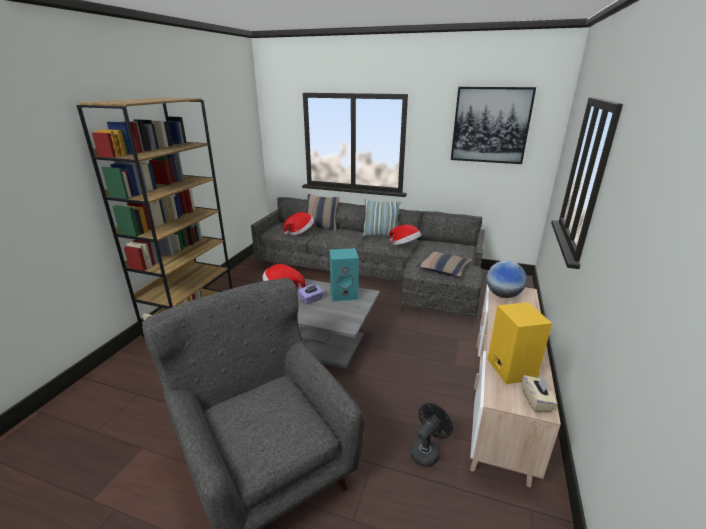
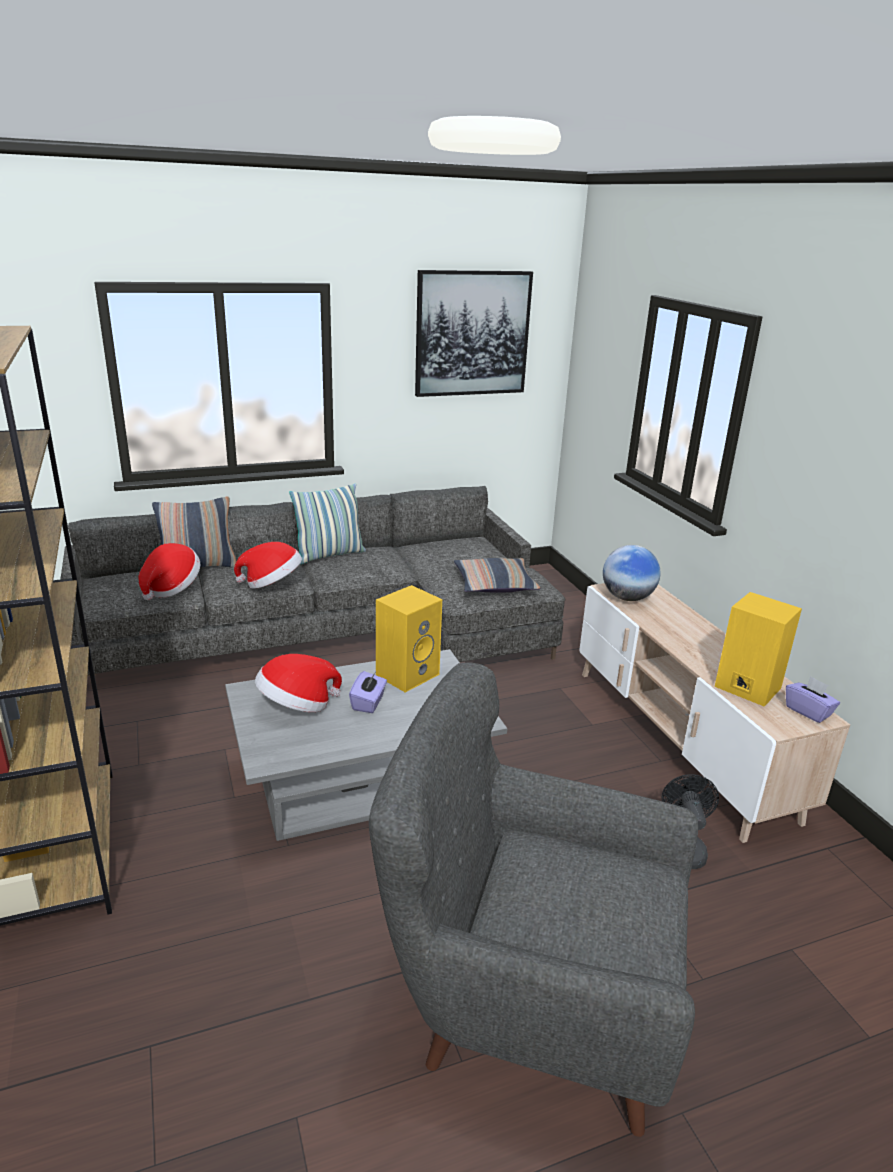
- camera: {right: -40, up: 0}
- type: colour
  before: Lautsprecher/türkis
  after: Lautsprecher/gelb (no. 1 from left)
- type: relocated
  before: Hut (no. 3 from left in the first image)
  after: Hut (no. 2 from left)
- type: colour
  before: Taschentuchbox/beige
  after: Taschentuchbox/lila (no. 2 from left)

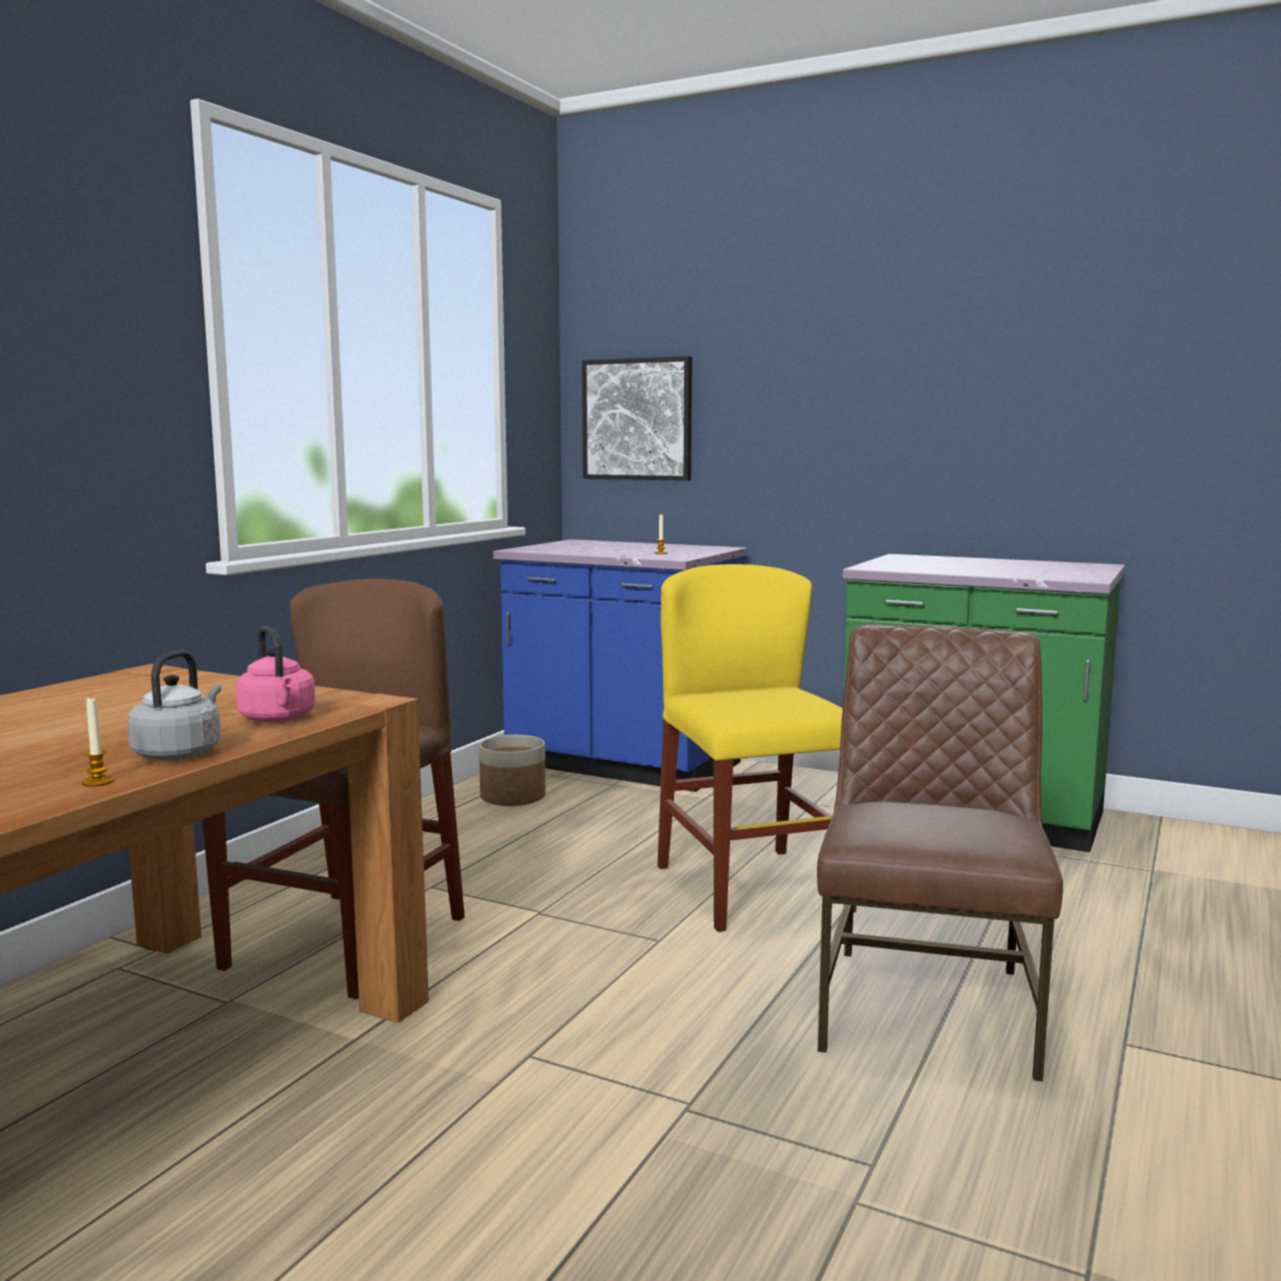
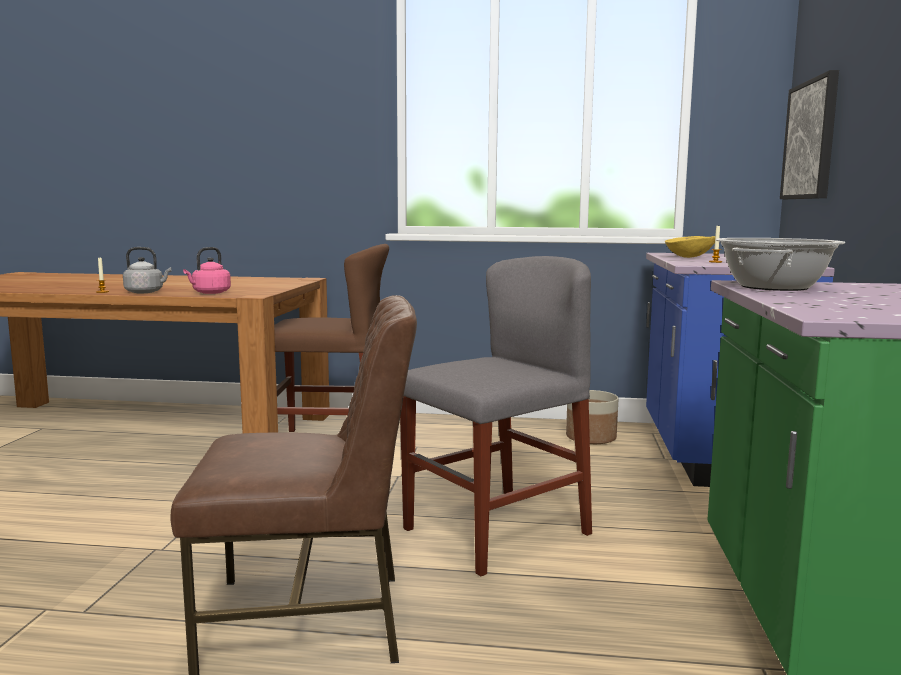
- camera: {right: 70, up: 0}
- type: colour
  before: Stuhl/gelb
  after: Stuhl/grau
- type: appeared
  after: Schüssel/gelb
- type: appeared
  after: Kochtopf

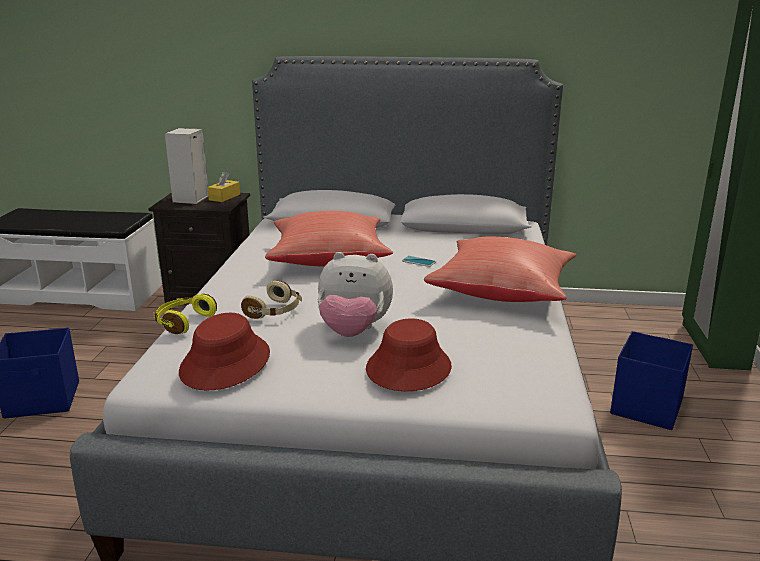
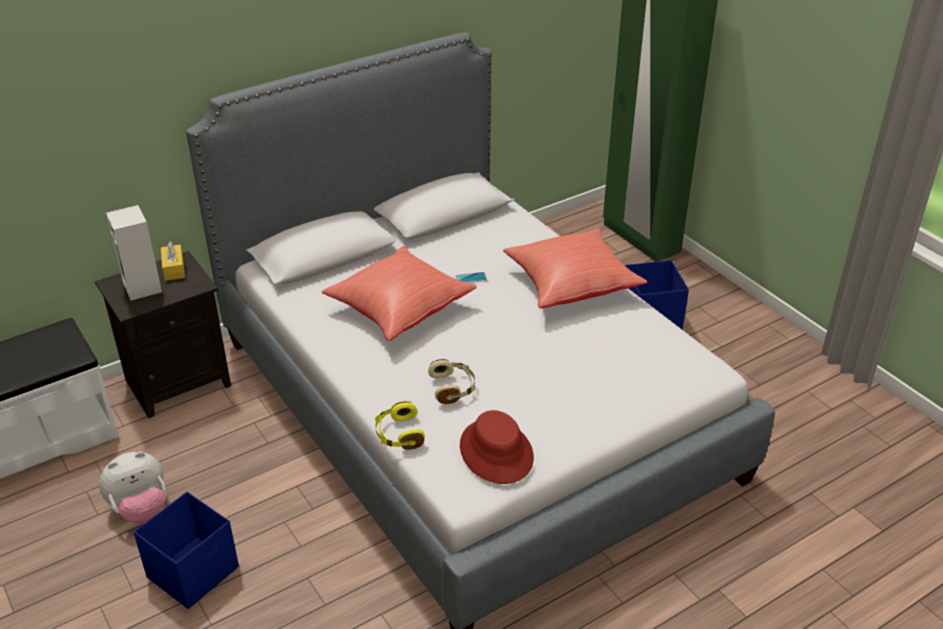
- camera: {right: -40, up: 15}
- type: relocated
  before: Plüschtier
- type: missing
  before: Hut/rot (no. 2 from left)

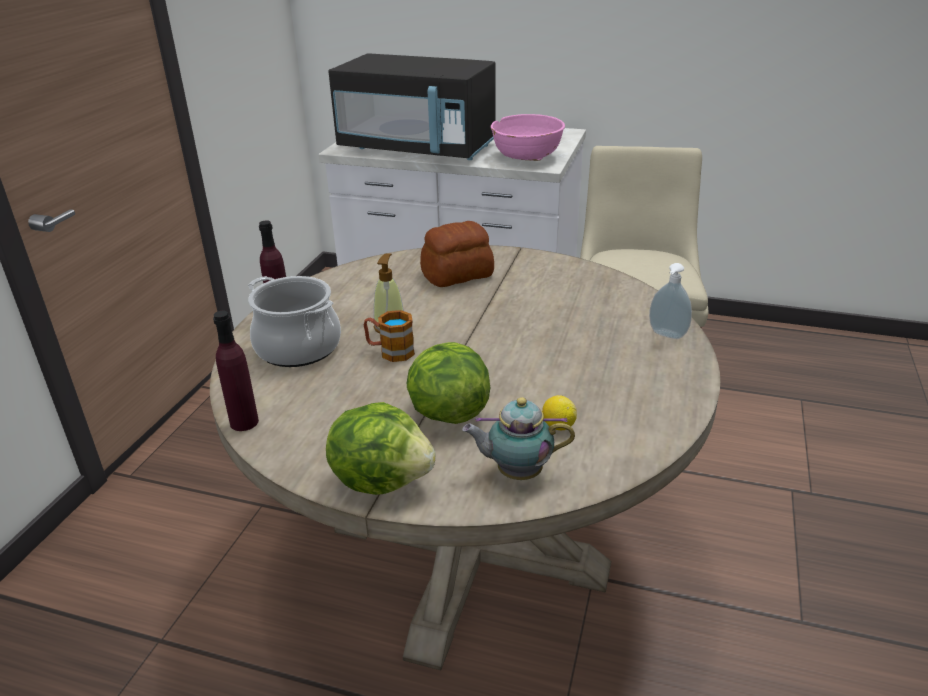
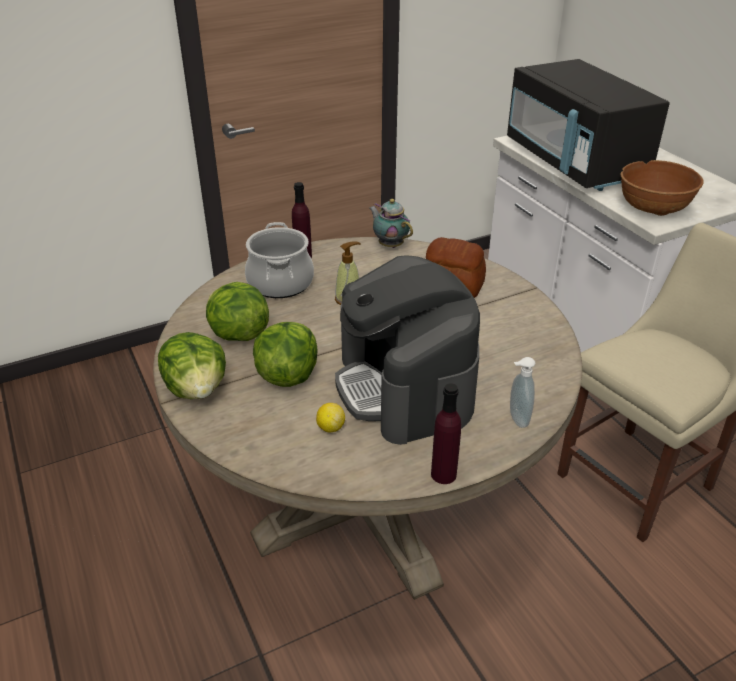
- camera: {right: 45, up: 5}
- type: relocated
  before: Flasche/lila (no. 1 from left in the first image)
  after: Flasche/lila (no. 2 from left)
- type: missing
  before: Henkelbecher
- type: relocated
  before: Teekanne
- type: colour
  before: Schüssel/rosa
  after: Schüssel/braun
- type: appeared
  after: Salatkopf (no. 2 from left)
- type: appeared
  after: Kaffeemaschine

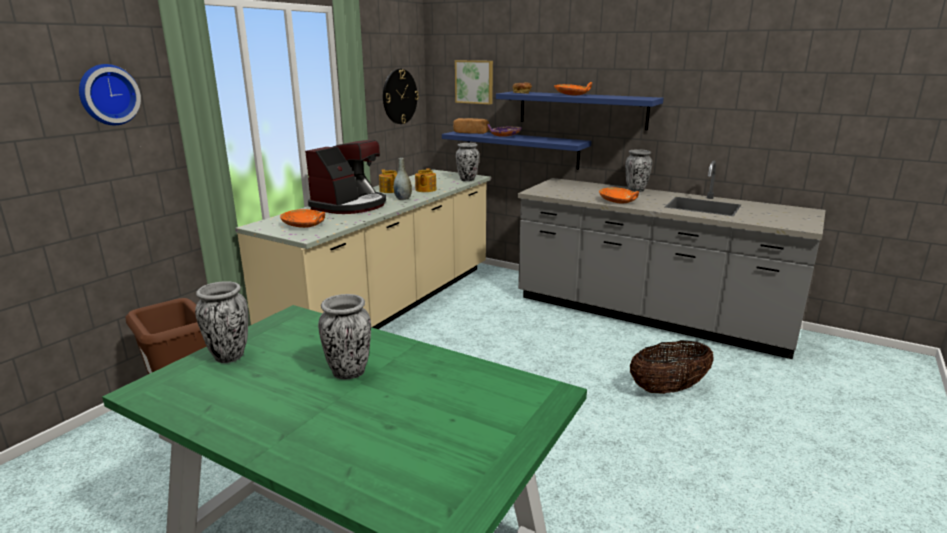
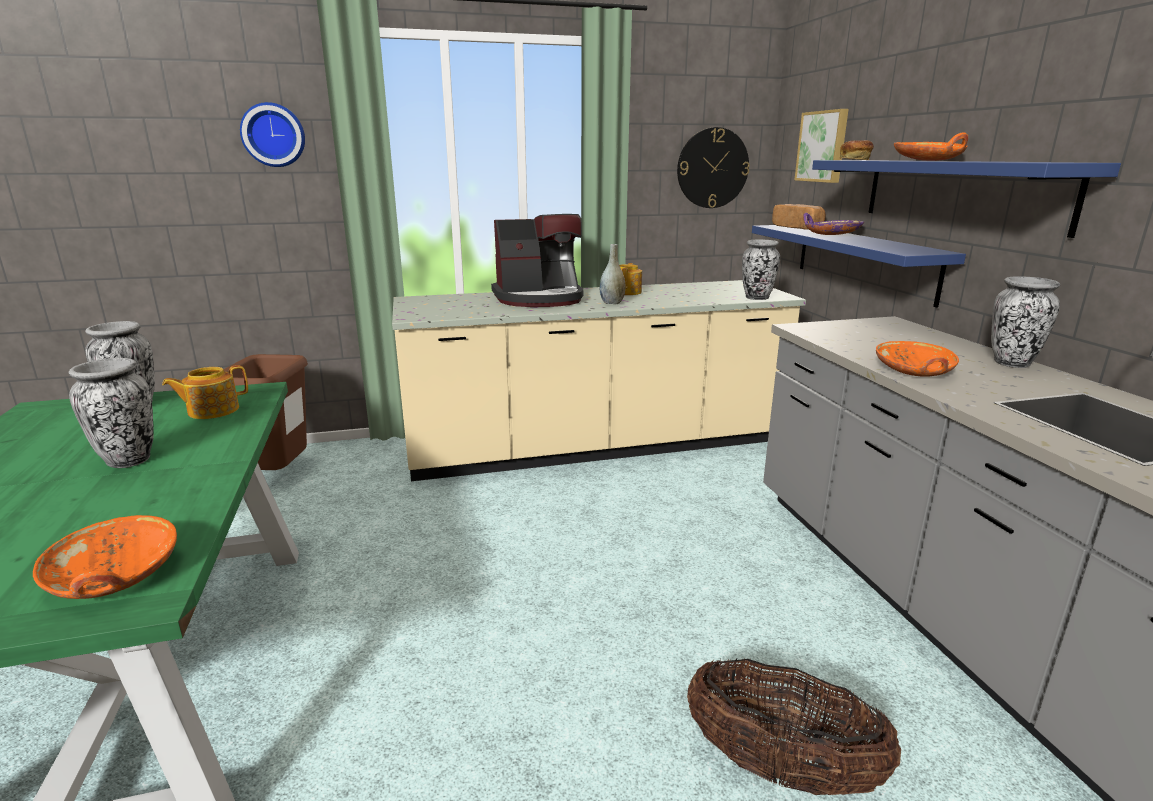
- camera: {right: 45, up: 0}
- type: relocated
  before: Schüssel/orange (no. 1 from left)
- type: relocated
  before: Teekanne (no. 2 from left in the first image)
  after: Teekanne (no. 1 from left)

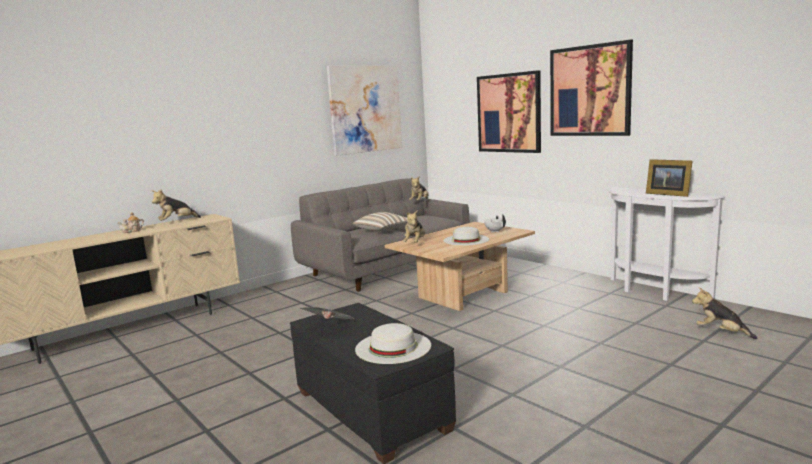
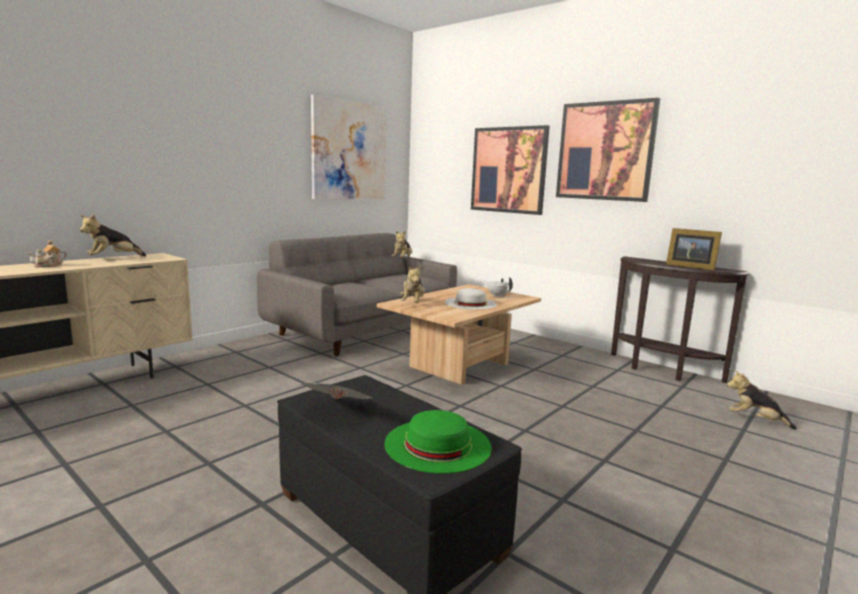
- camera: {right: -10, up: 0}
- type: missing
  before: Kissen
- type: colour
  before: Hut/weiß (no. 1 from left)
  after: Hut/grün
- type: colour
  before: Konsolentisch/weiß
  after: Konsolentisch/braun

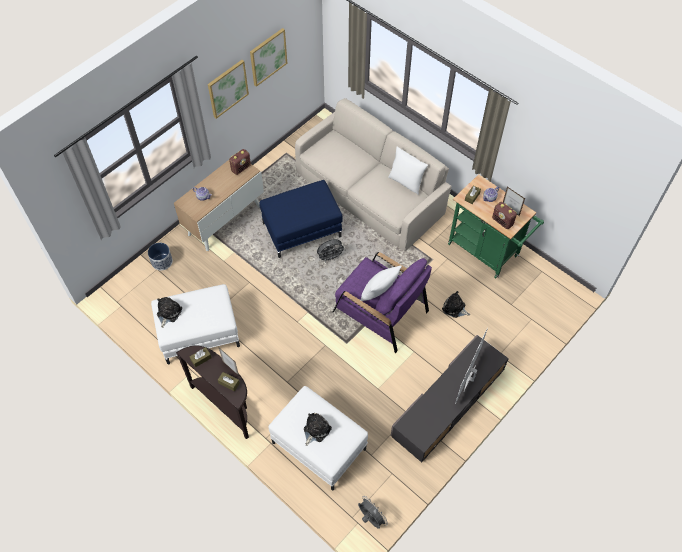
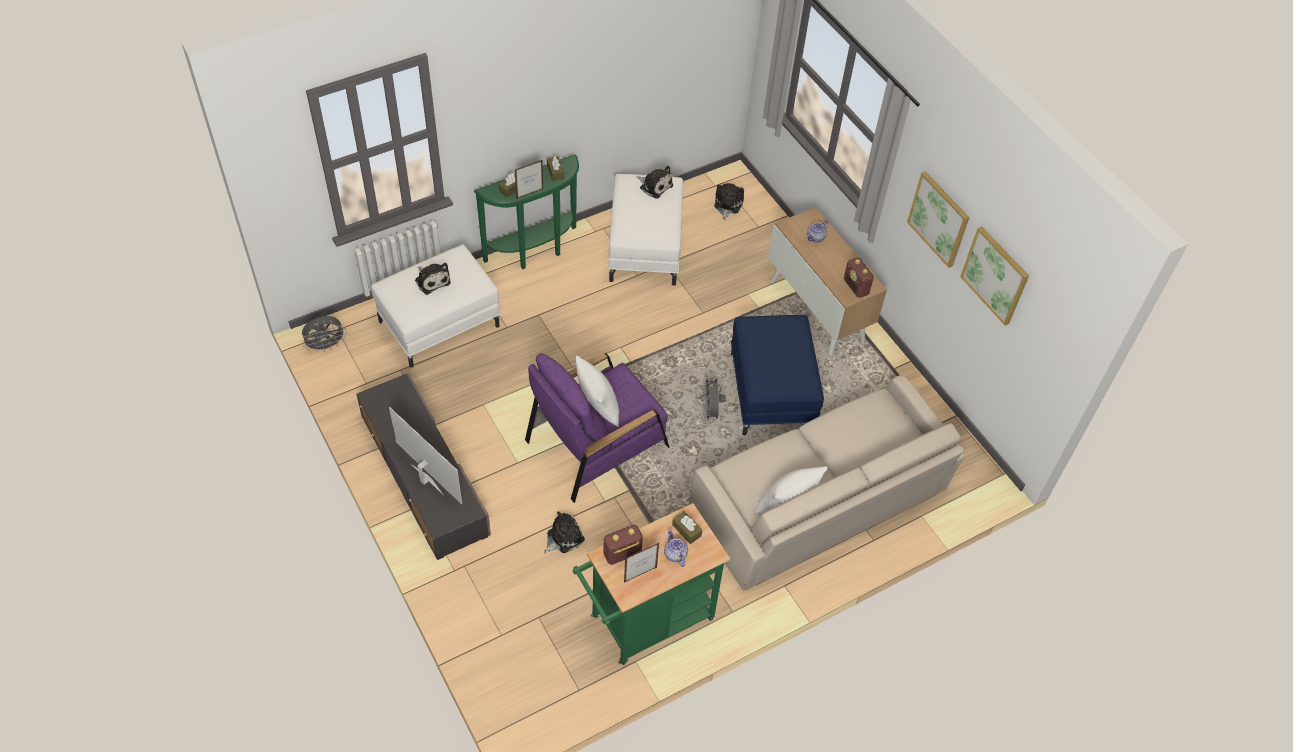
- camera: {right: 105, up: -5}
- type: missing
  before: Pflanzkübel
- type: colour
  before: Konsolentisch/braun
  after: Konsolentisch/grün
- type: appeared
  after: Plüschtier (no. 4 from left)

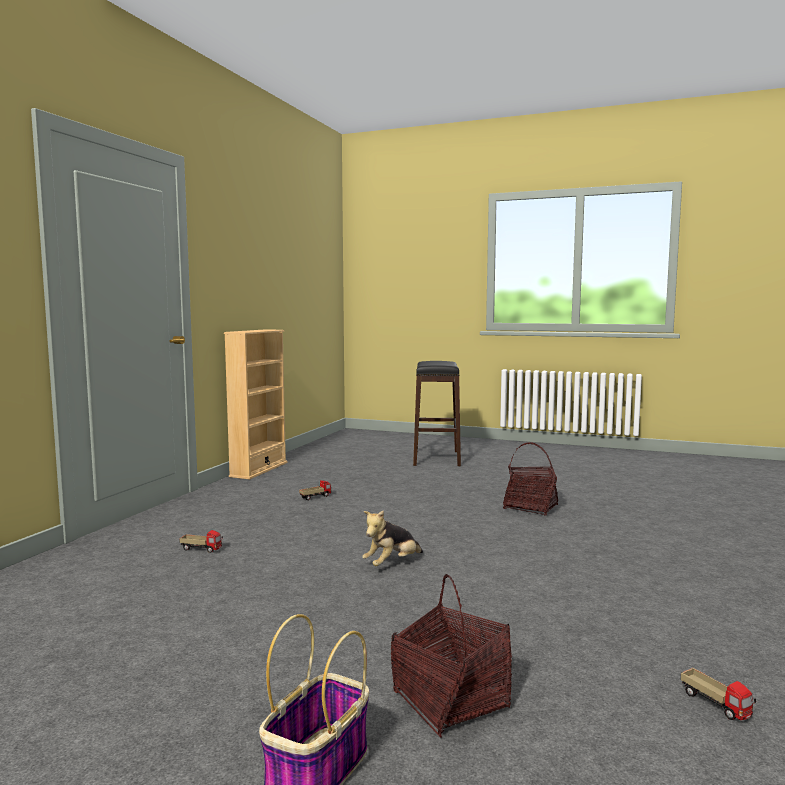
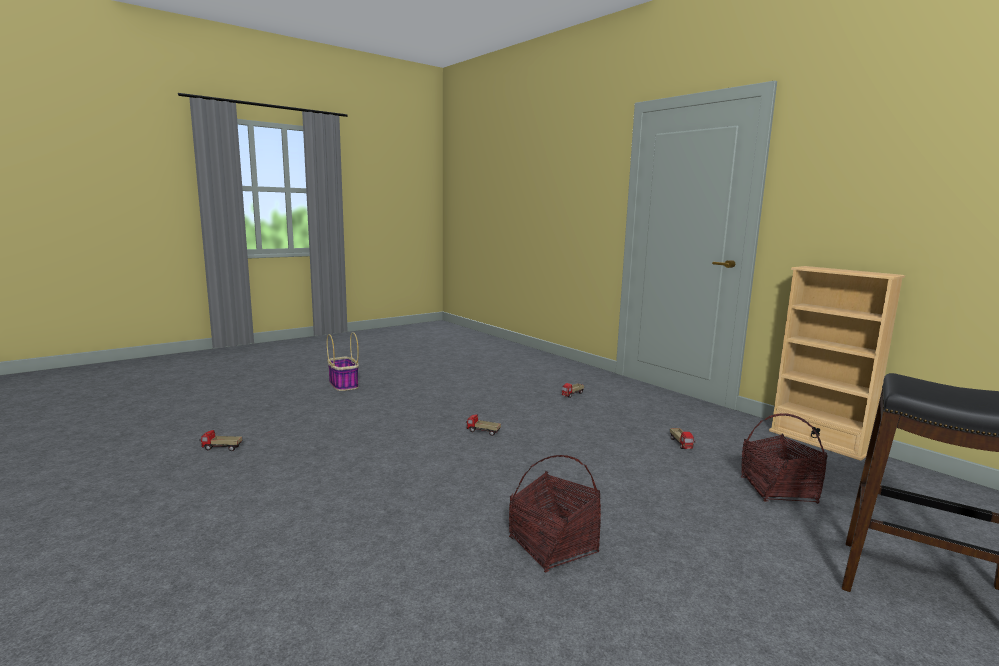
- camera: {right: 120, up: 5}
- type: exchanged
  before: Plüschtier
  after: Spielzeuglaster (no. 2 from left)
- type: relocated
  before: Korb (no. 2 from left in the first image)
  after: Korb (no. 3 from left)

